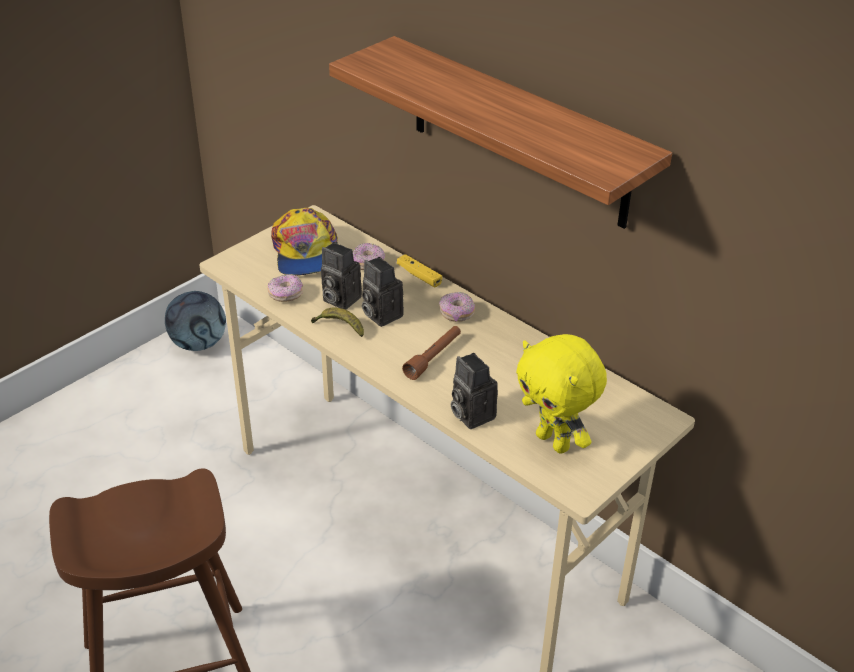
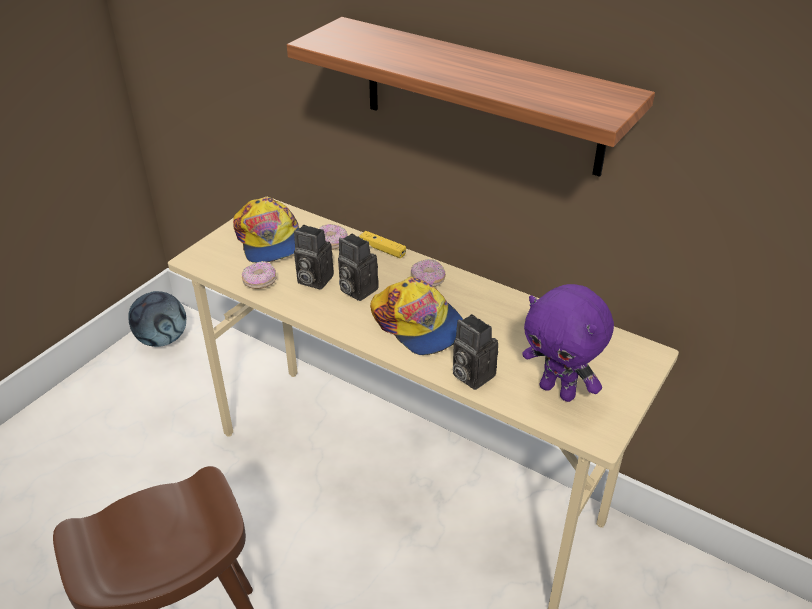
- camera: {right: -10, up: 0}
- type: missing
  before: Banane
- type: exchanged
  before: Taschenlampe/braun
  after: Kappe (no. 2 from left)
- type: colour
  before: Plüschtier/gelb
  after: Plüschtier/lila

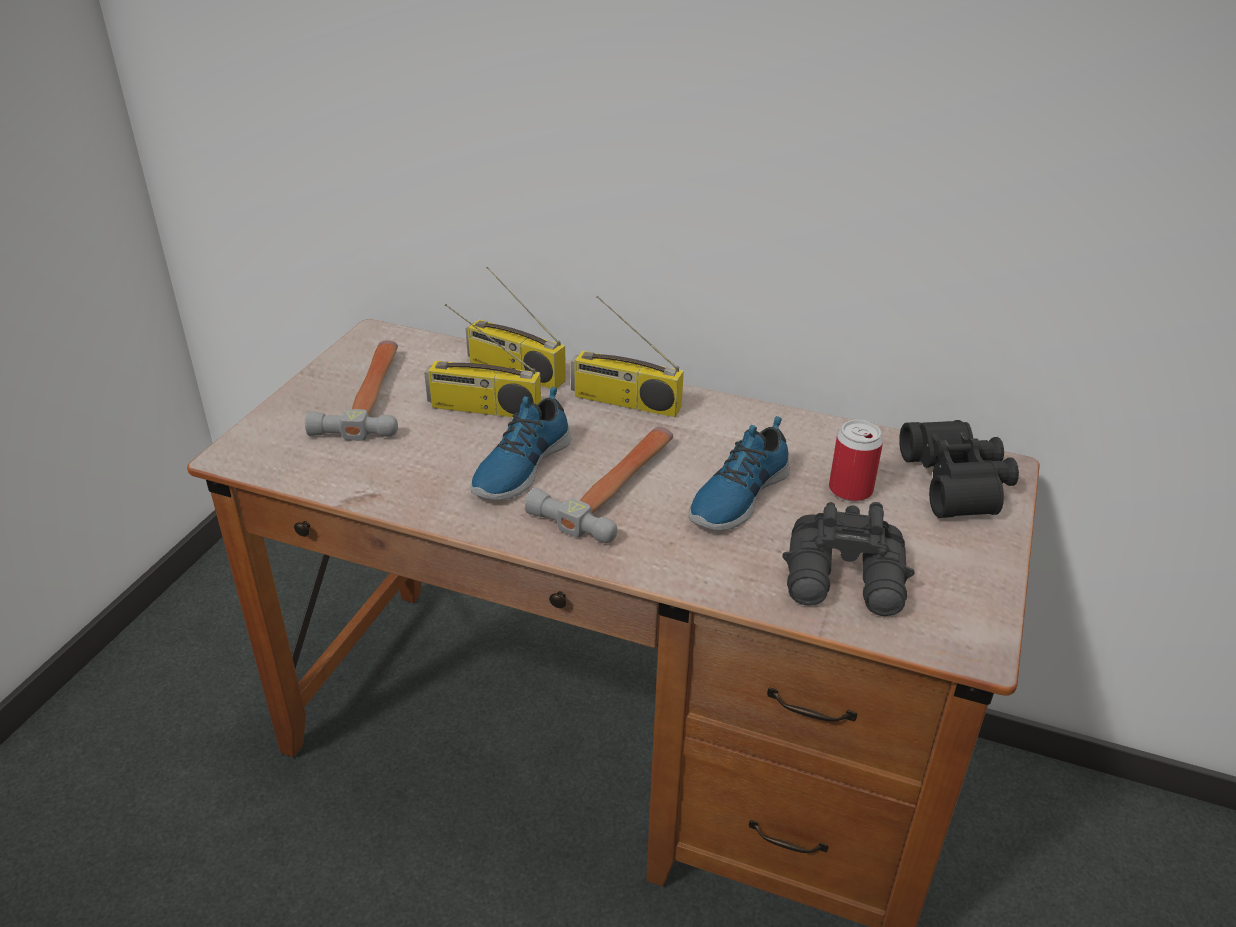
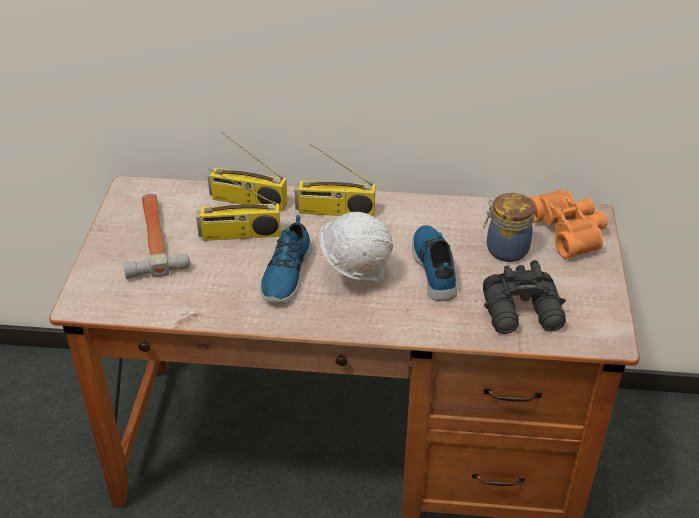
- camera: {right: -15, up: 5}
- type: exchanged
  before: Hammer (no. 2 from left)
  after: Schutzhelm/weiß
- type: spun
  before: Schuh (no. 2 from left)
  turn: 150
- type: exchanged
  before: Dose
  after: Vorratsglas
- type: colour
  before: Fernglas/schwarz (no. 2 from left)
  after: Fernglas/orange

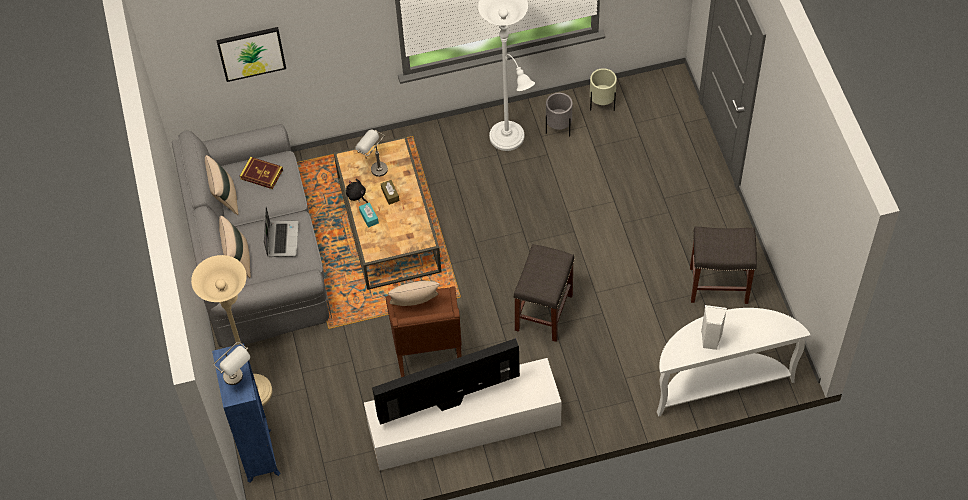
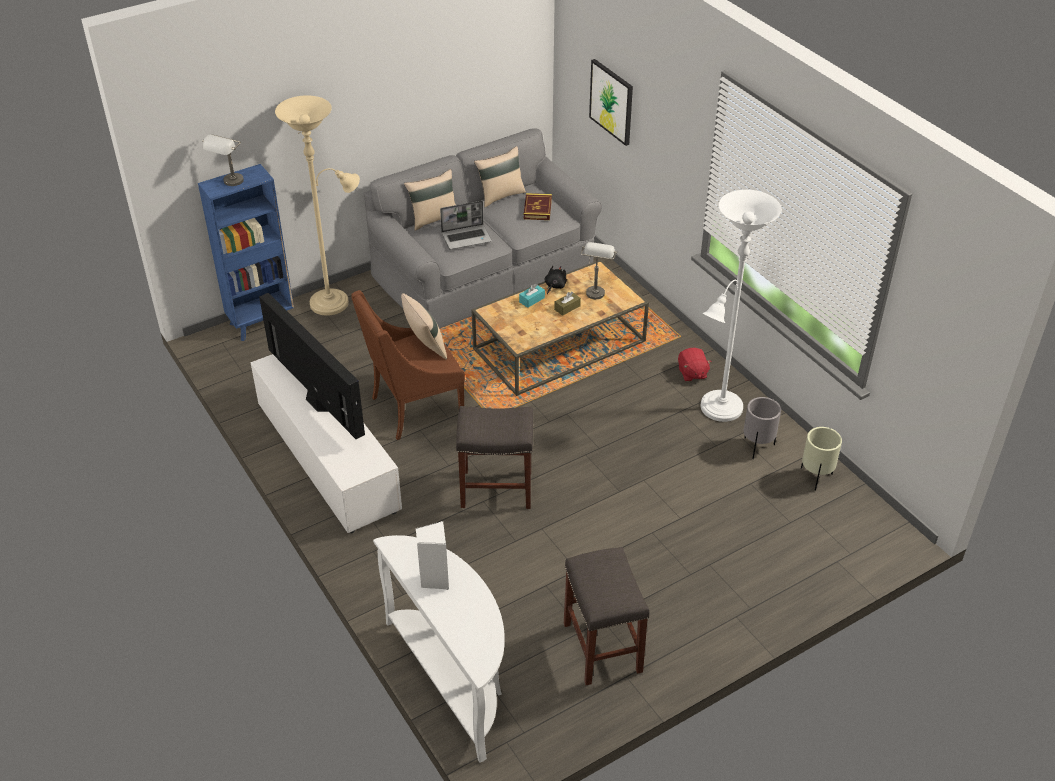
- camera: {right: 70, up: -15}
- type: appeared
  after: Plüschtier/rot

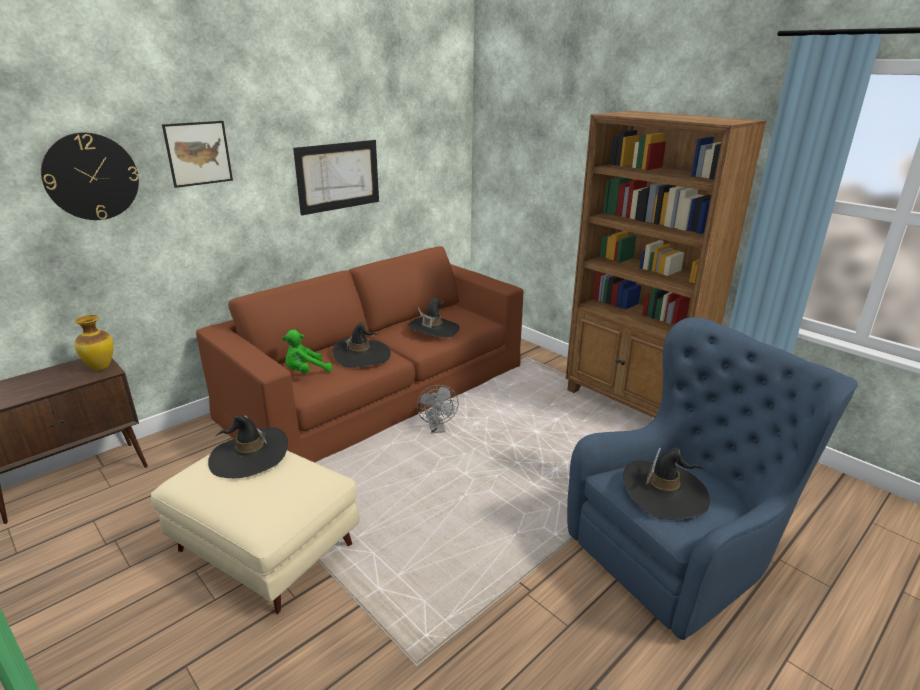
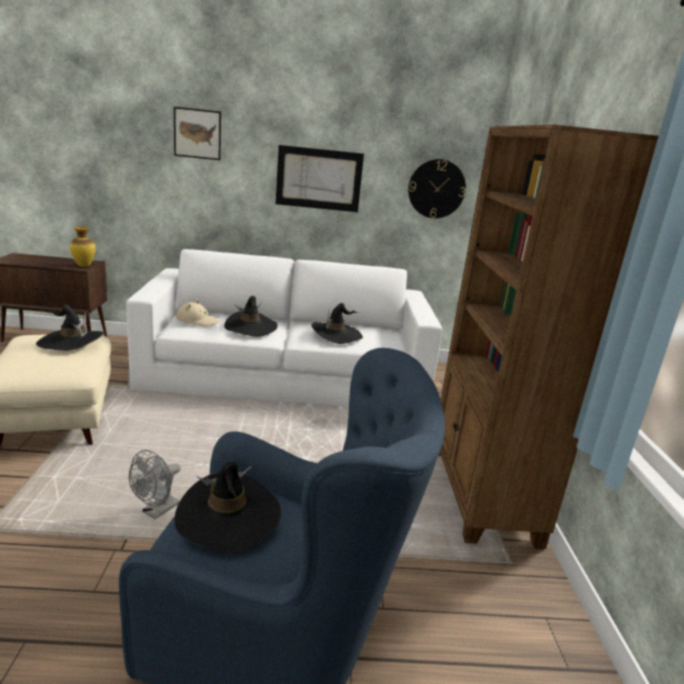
- camera: {right: 40, up: -5}
- type: relocated
  before: Wanduhr
- type: colour
  before: Sofa/braun
  after: Sofa/weiß
- type: exchanged
  before: Plüschtier/grün
  after: Hut/beige
- type: relocated
  before: Ventilator/grau

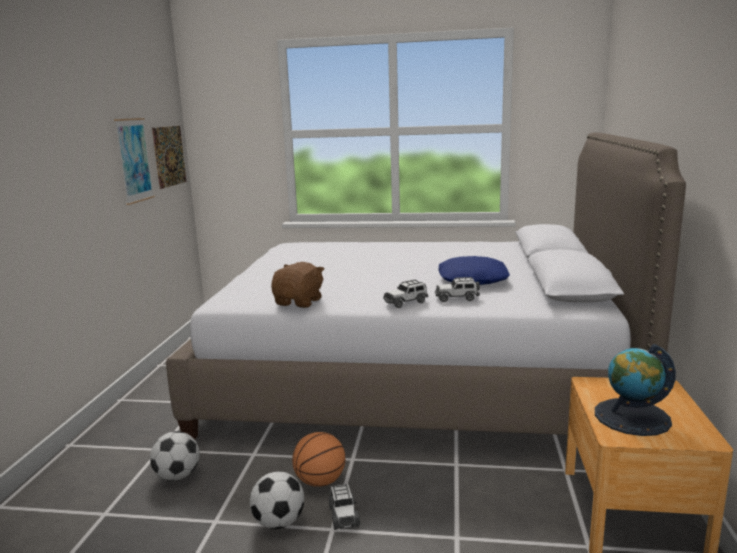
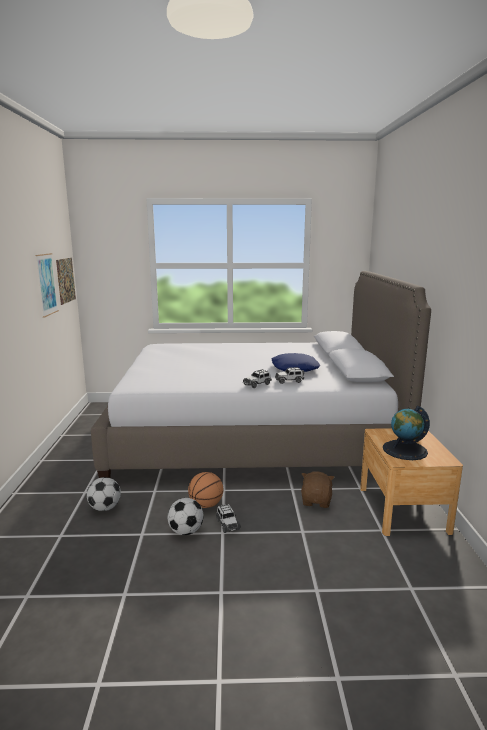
- camera: {right: -10, up: 0}
- type: relocated
  before: Plüschtier/braun

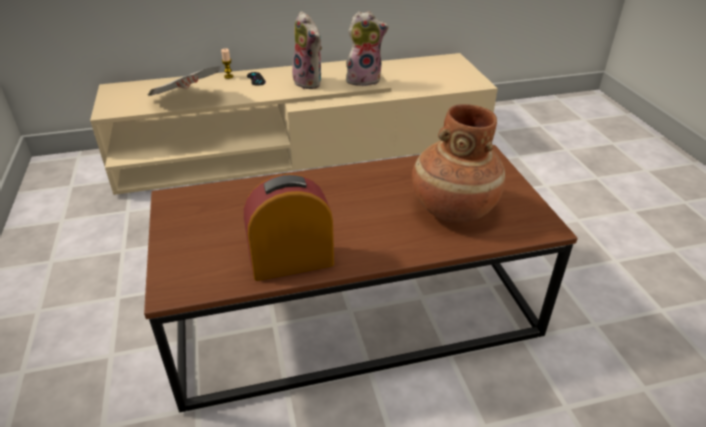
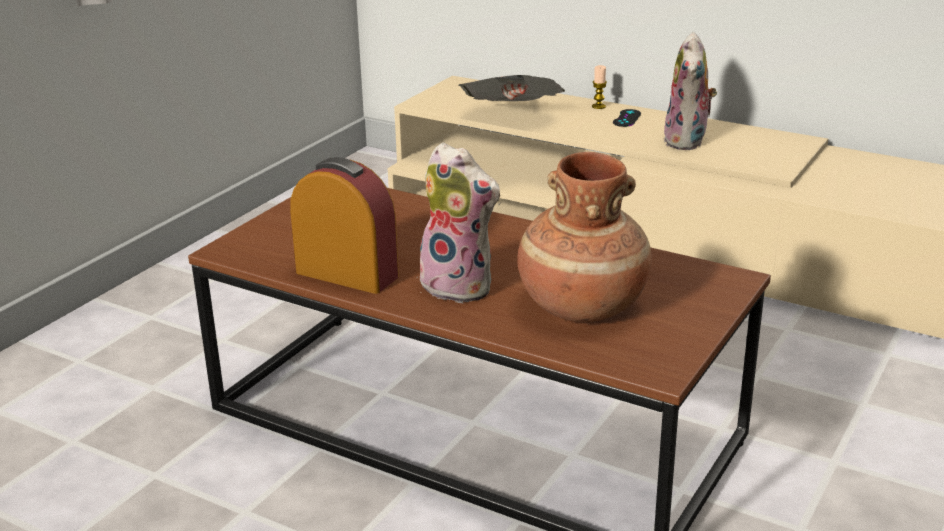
- camera: {right: 45, up: -10}
- type: relocated
  before: Plüschtier (no. 2 from left in the first image)
  after: Plüschtier (no. 1 from left)

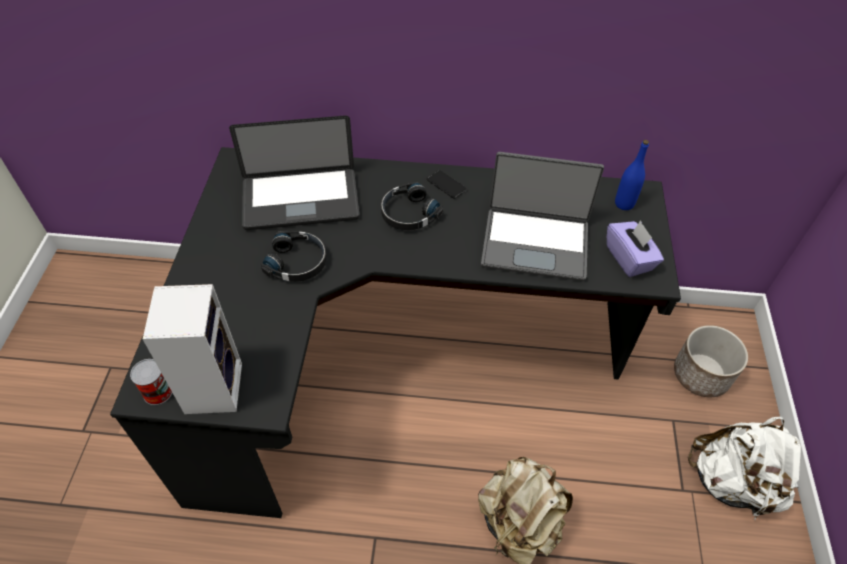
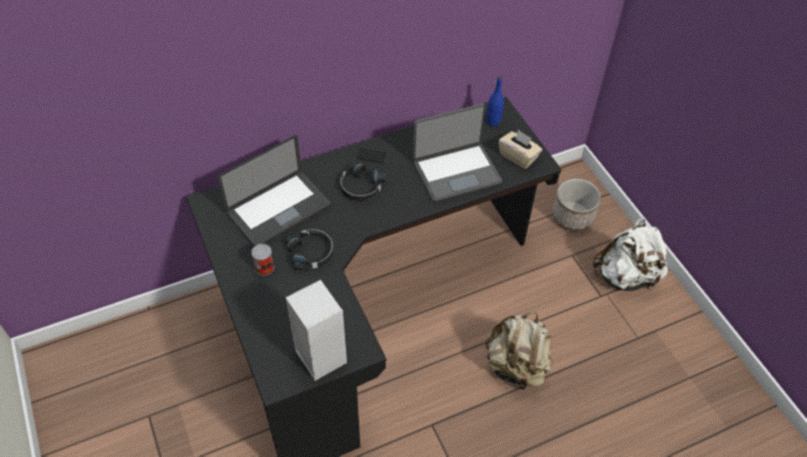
- camera: {right: -30, up: 0}
- type: relocated
  before: Dose
- type: colour
  before: Taschentuchbox/lila
  after: Taschentuchbox/beige

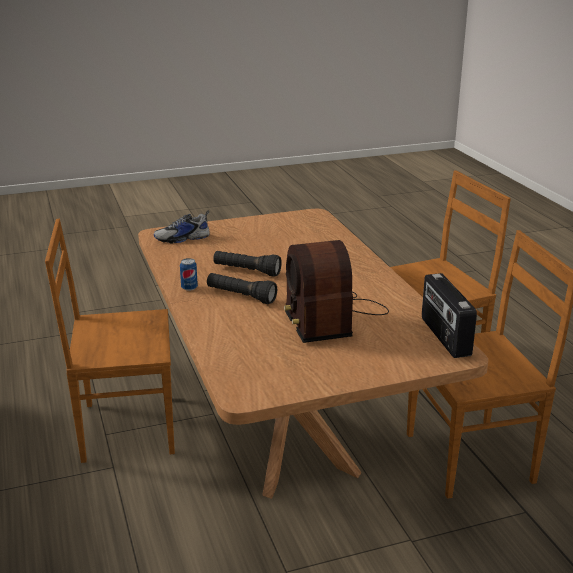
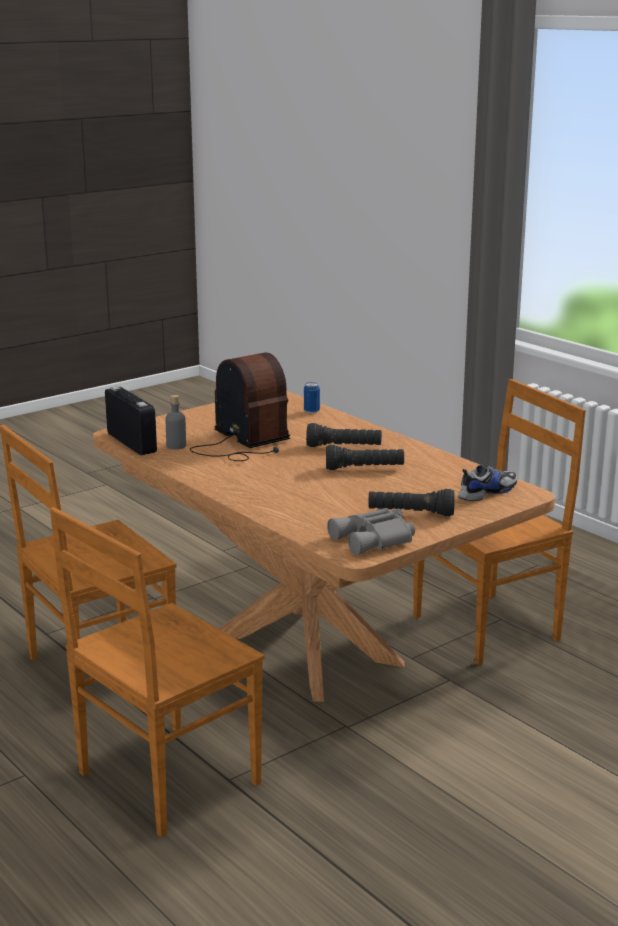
- camera: {right: 160, up: -5}
- type: relocated
  before: Dose
- type: appeared
  after: Flasche/grau
- type: appeared
  after: Fernglas/grau
- type: appeared
  after: Taschenlampe/schwarz (no. 3 from left)

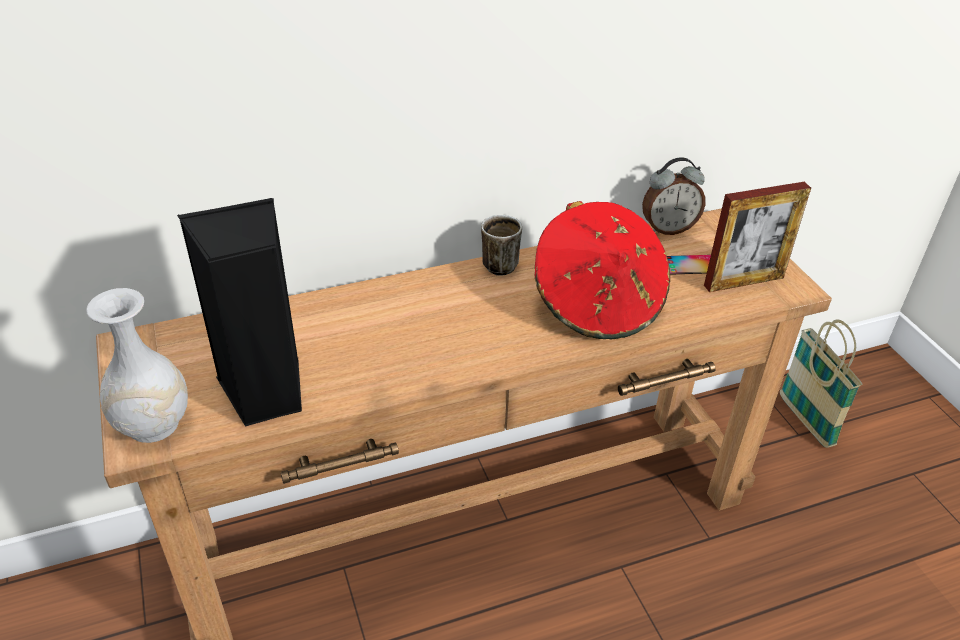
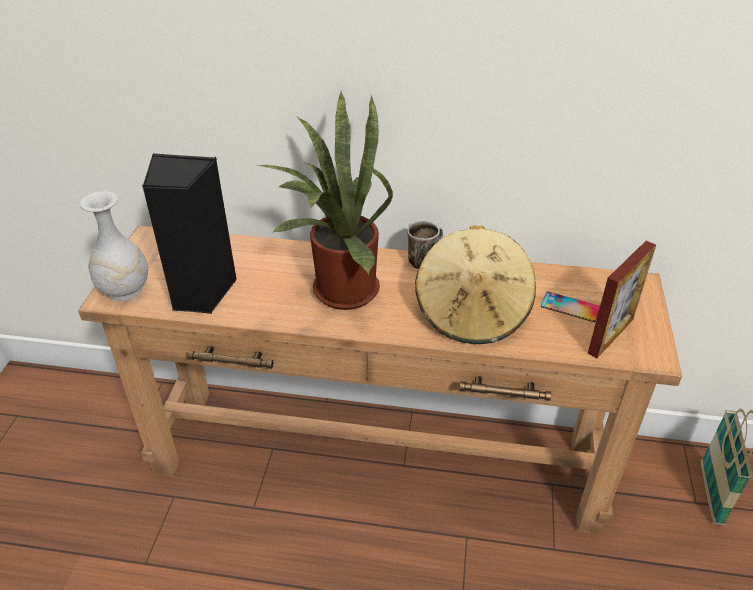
- camera: {right: 30, up: 0}
- type: colour
  before: Hut/rot
  after: Hut/beige
- type: missing
  before: Wecker
- type: spun
  before: Bilderrahmen
  turn: -60
- type: appeared
  after: Topfpflanze

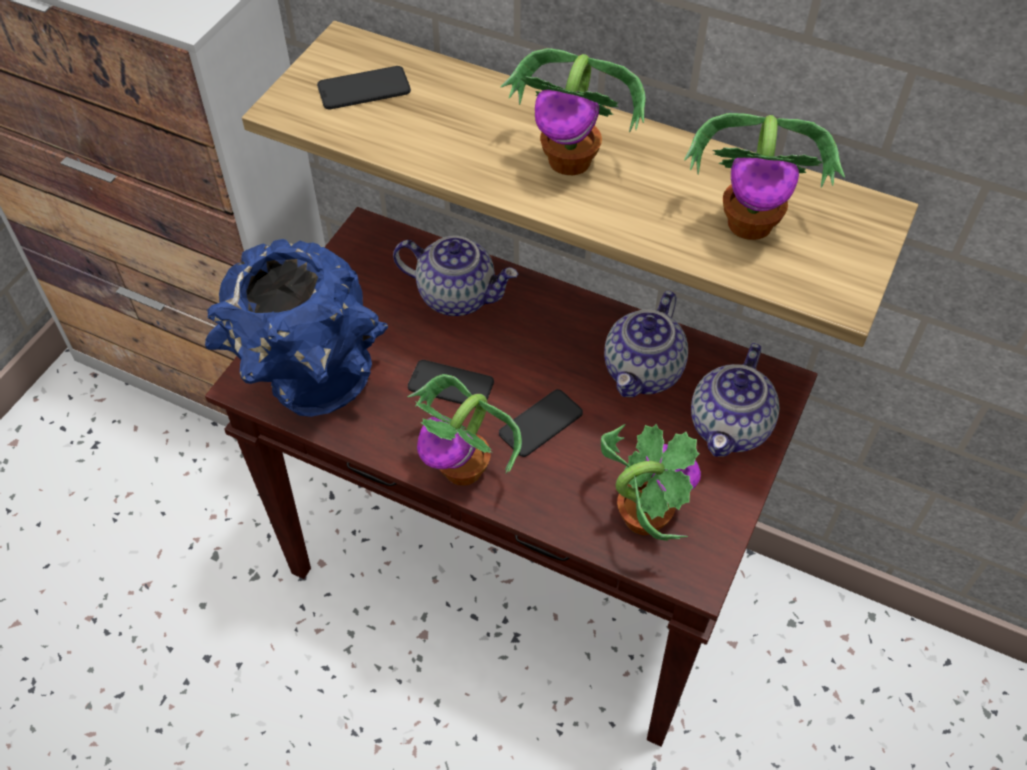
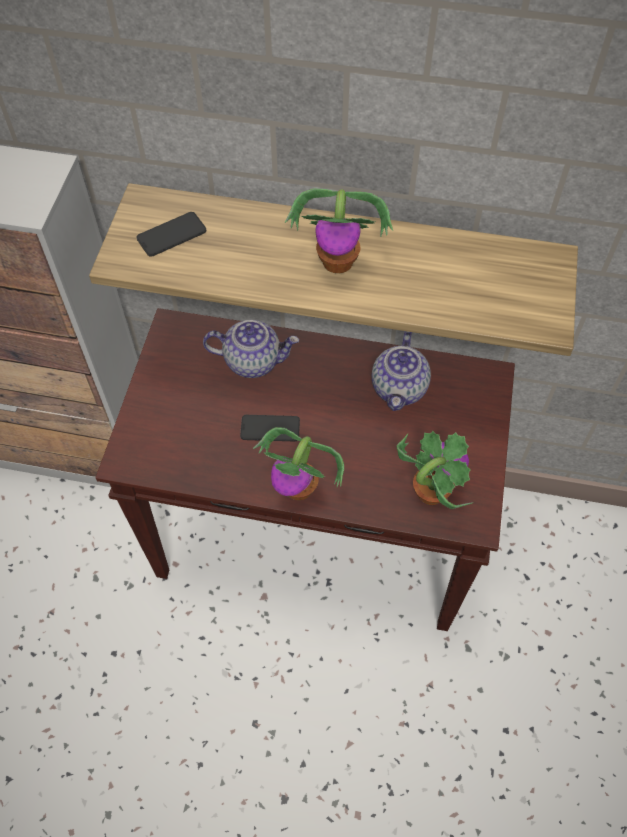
- camera: {right: -15, up: 5}
- type: missing
  before: Vase/blau
- type: missing
  before: Handy (no. 3 from left)
- type: missing
  before: Topfpflanze (no. 4 from left)
- type: missing
  before: Teekanne (no. 3 from left)

